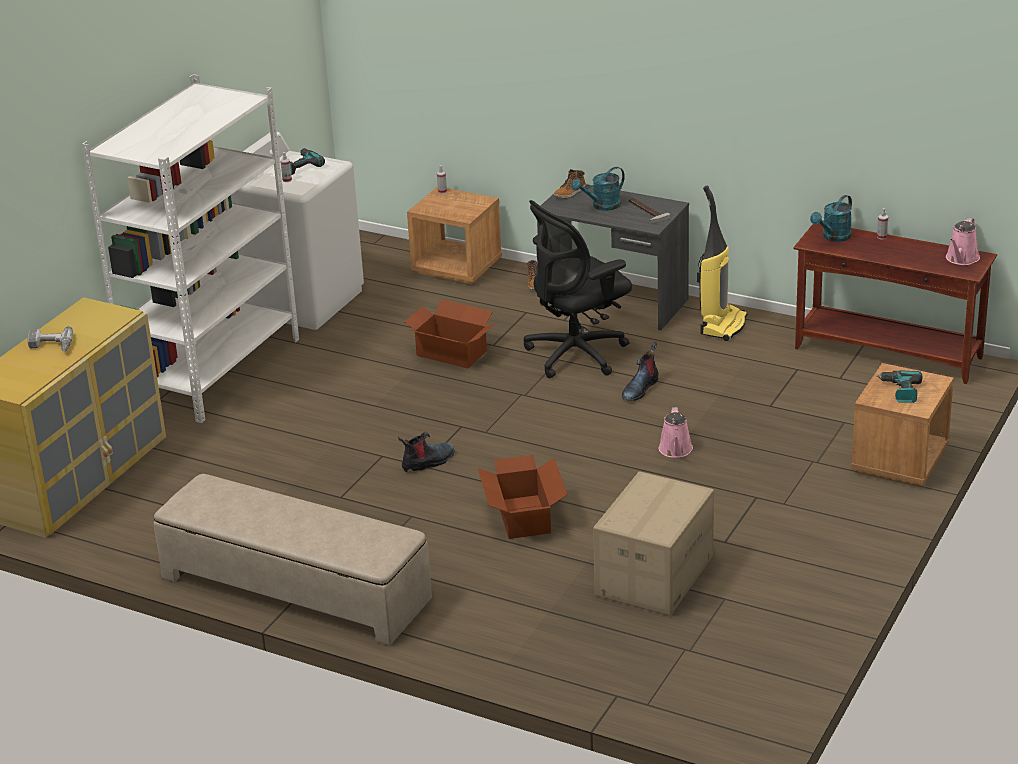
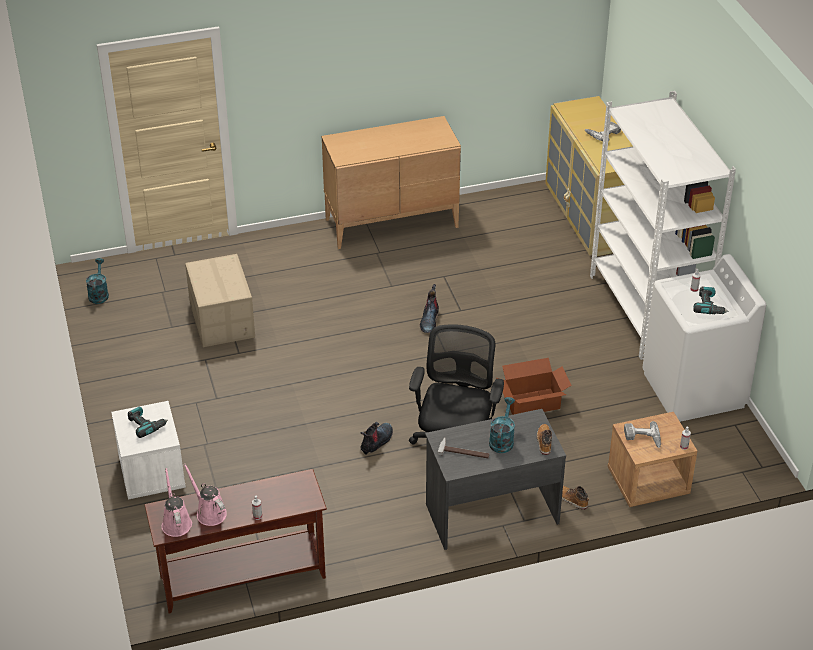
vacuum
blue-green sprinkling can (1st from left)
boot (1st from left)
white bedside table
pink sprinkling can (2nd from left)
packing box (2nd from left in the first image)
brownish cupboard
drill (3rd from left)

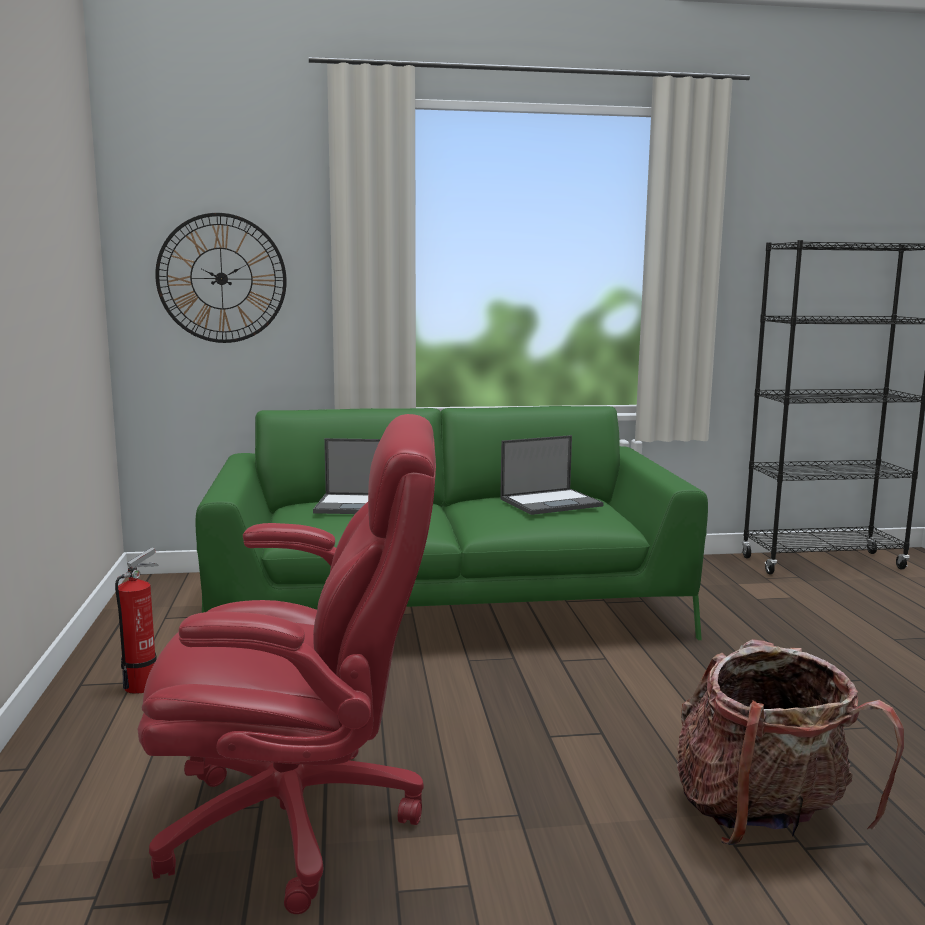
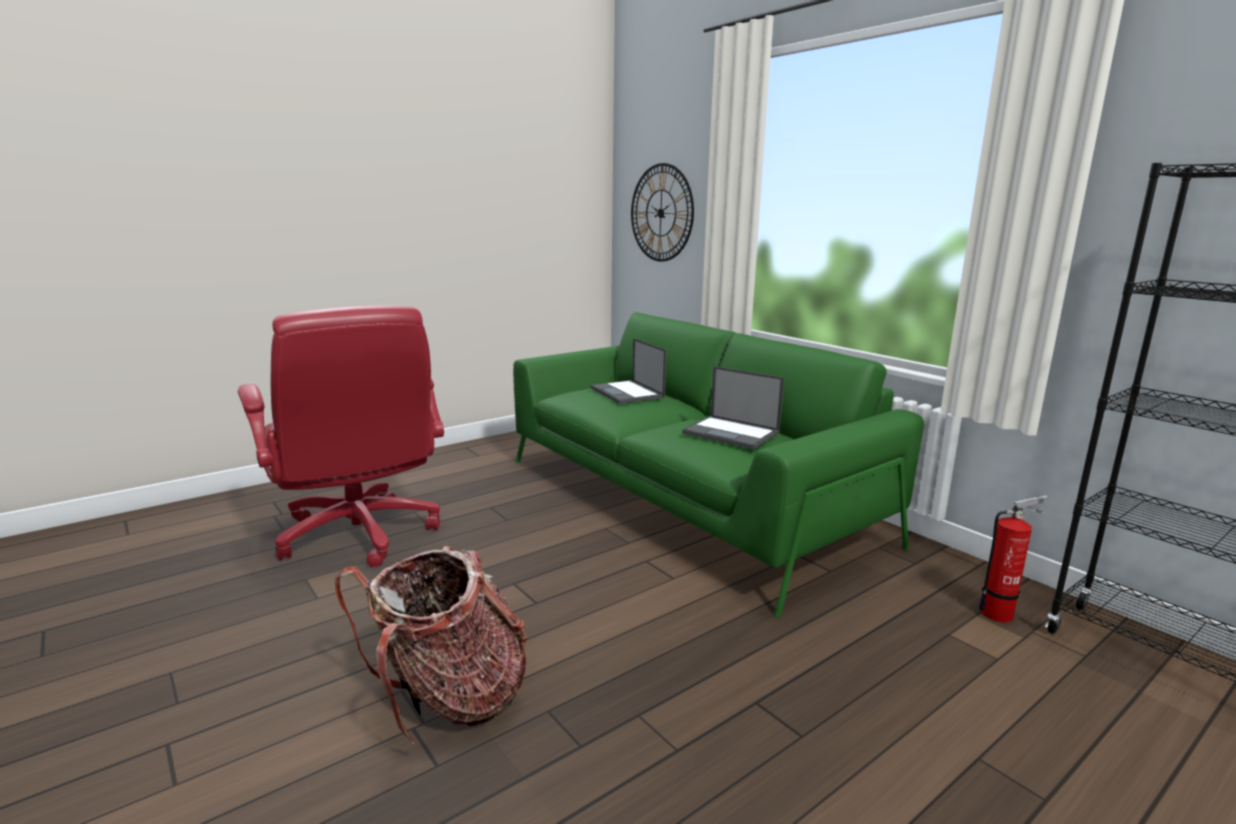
fire-fighting cylinder

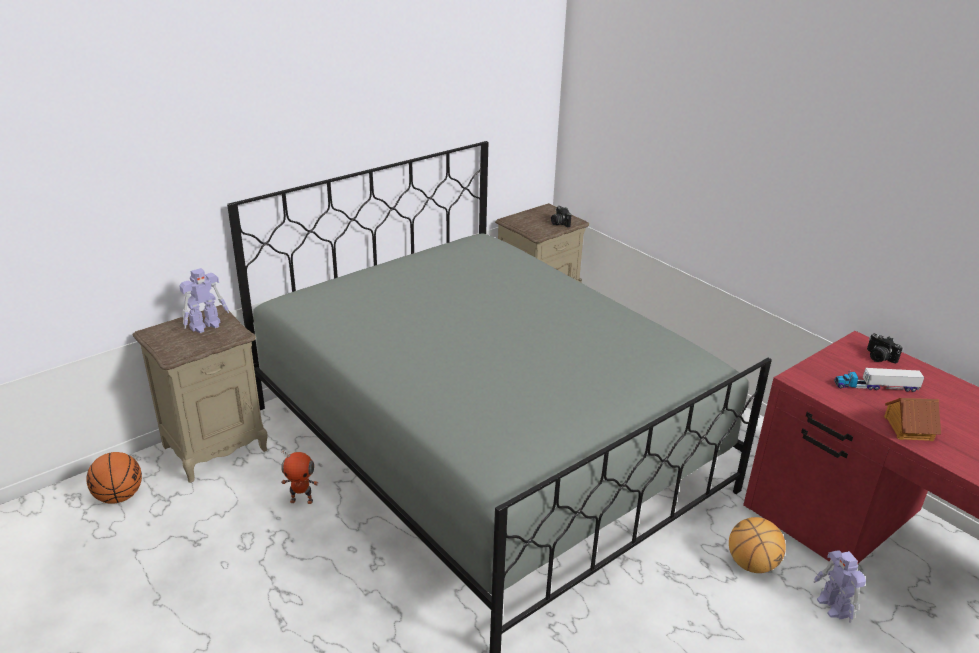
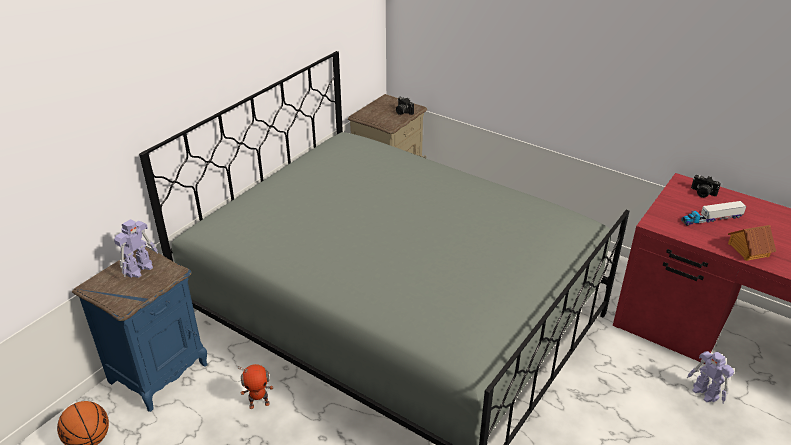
blue bedside table
basketball ball (2nd from left in the first image)

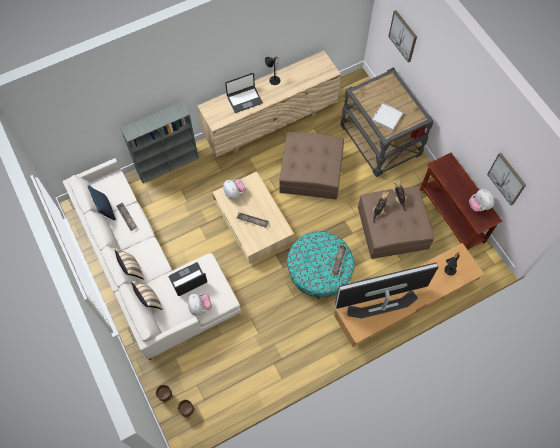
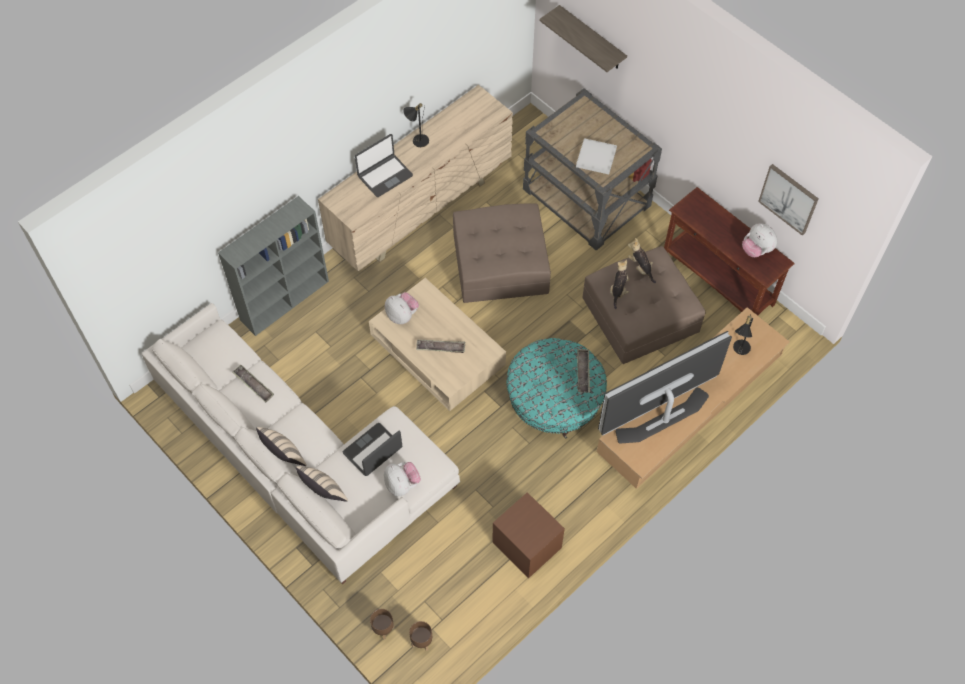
shelf
blue throw pillow
brownish bedside table

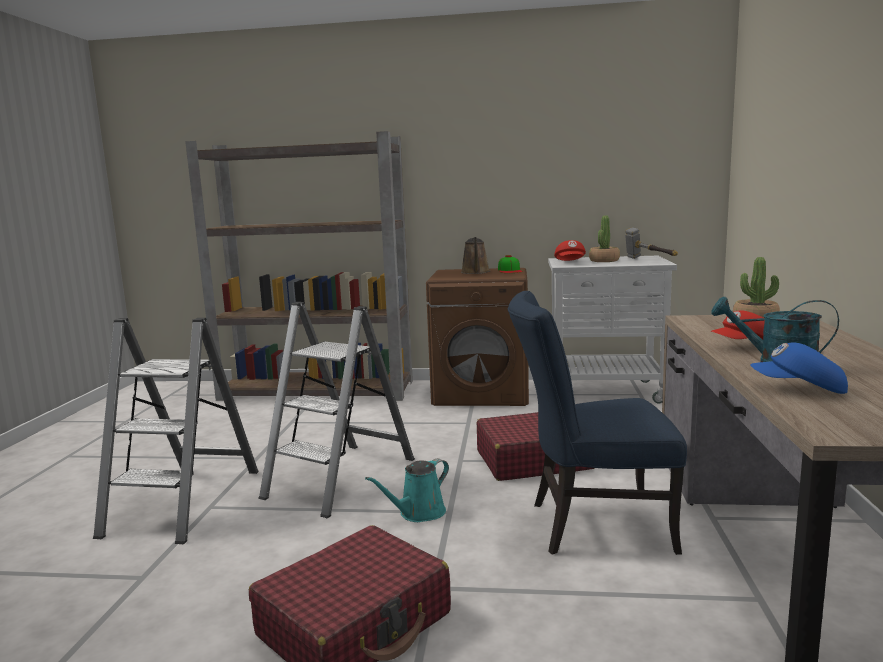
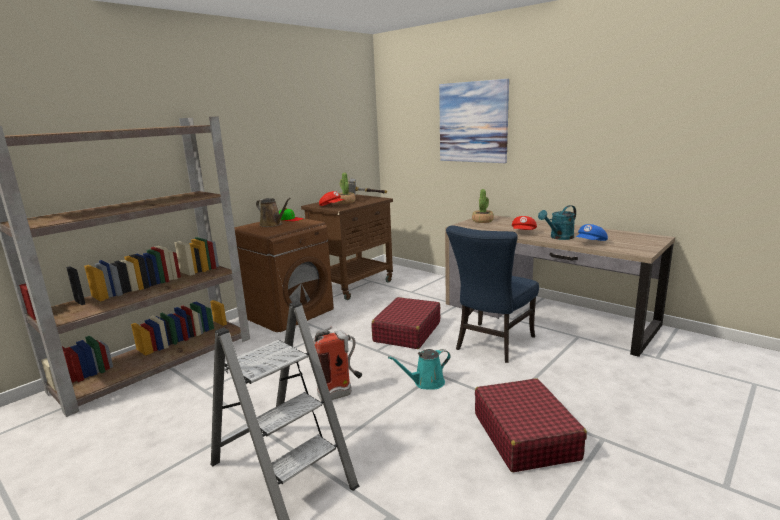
brownish trolley
fire-fighting cylinder
blue-green sprinkling can (1st from left)
wall art

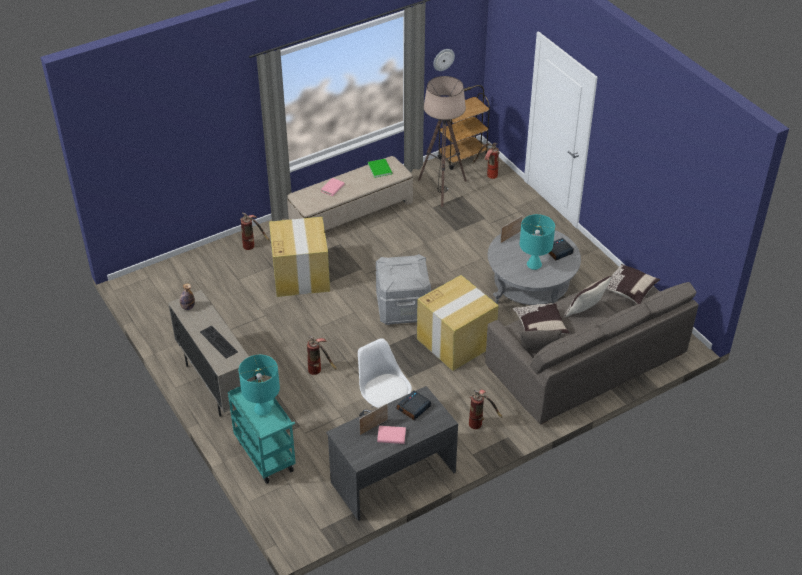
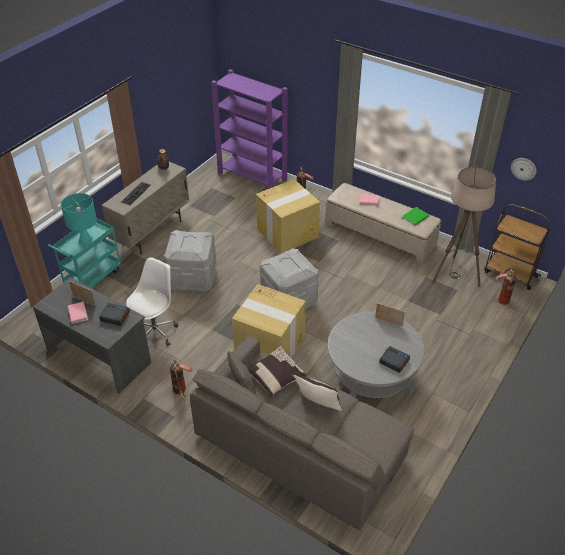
blue-green tabletop lamp (2nd from left in the first image)
throw pillow (3rd from left in the first image)
greyish storage box (1st from left)
purple shelving unit

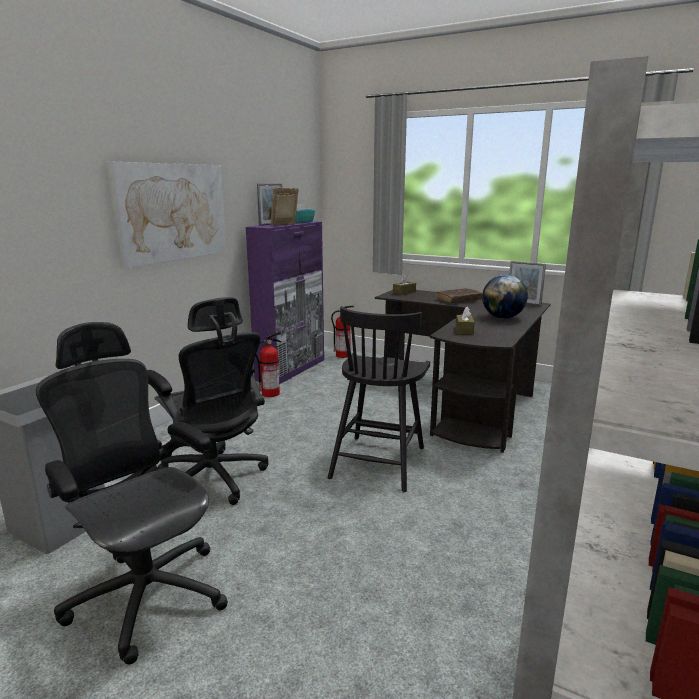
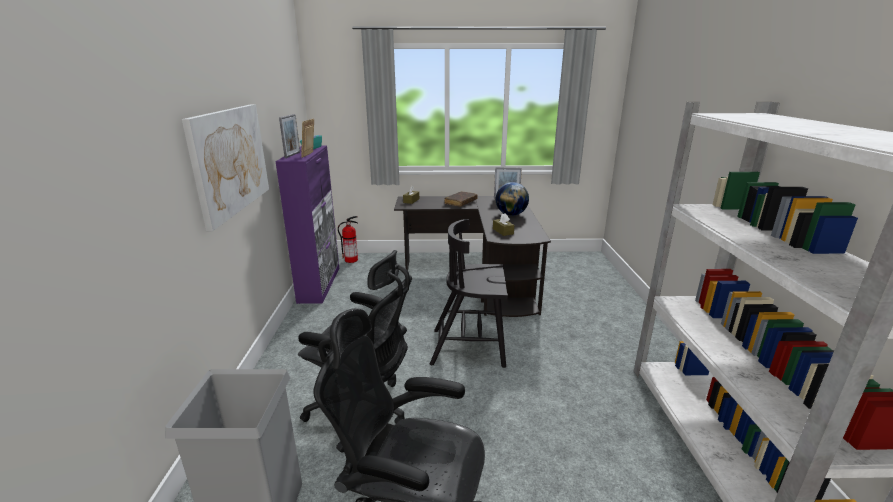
black chair
fire-fighting cylinder (1st from left in the first image)

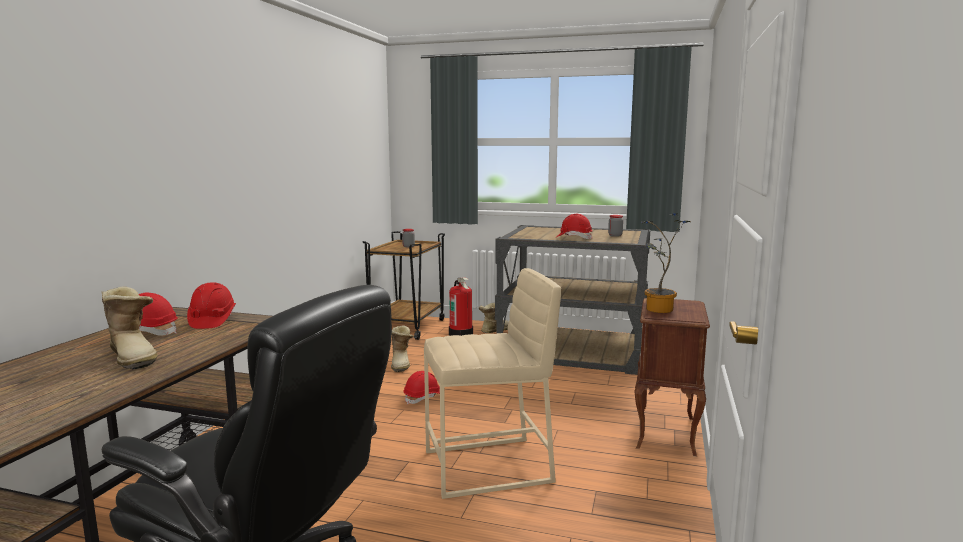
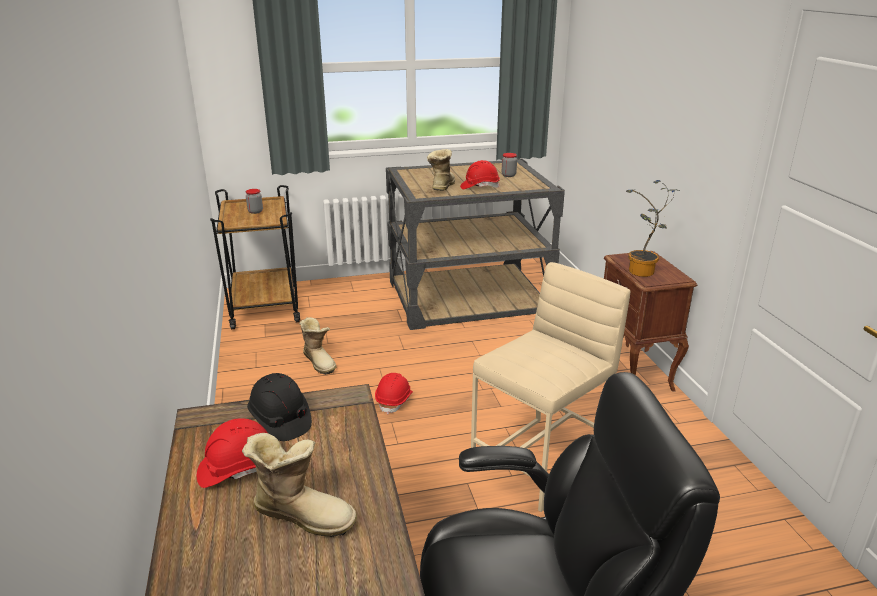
fire-fighting cylinder
black hard hat
boot (3rd from left)

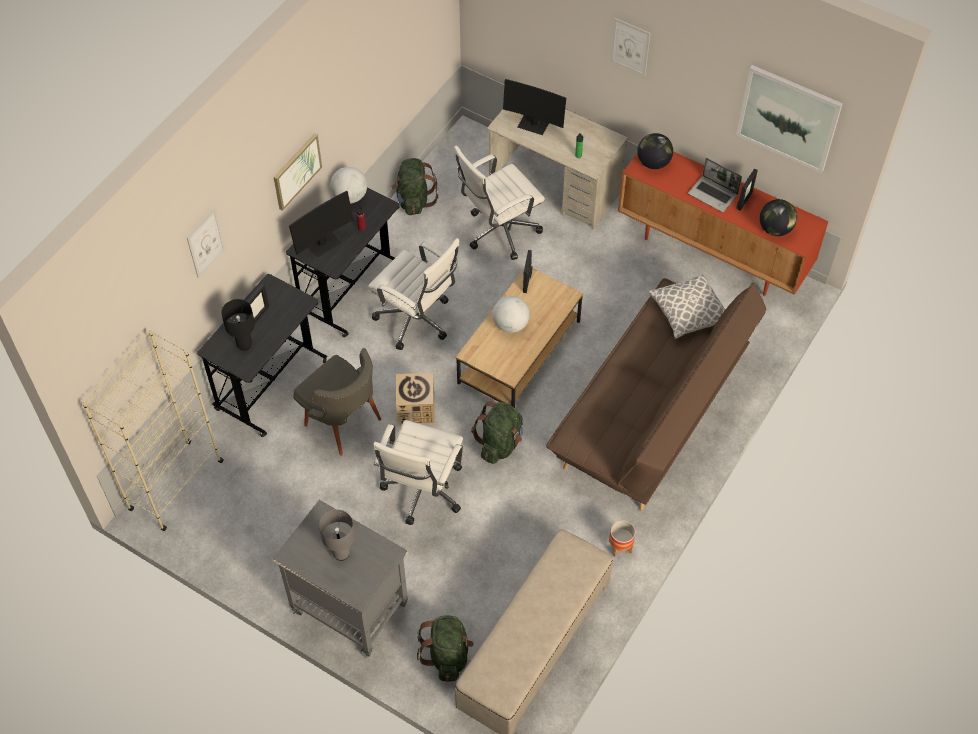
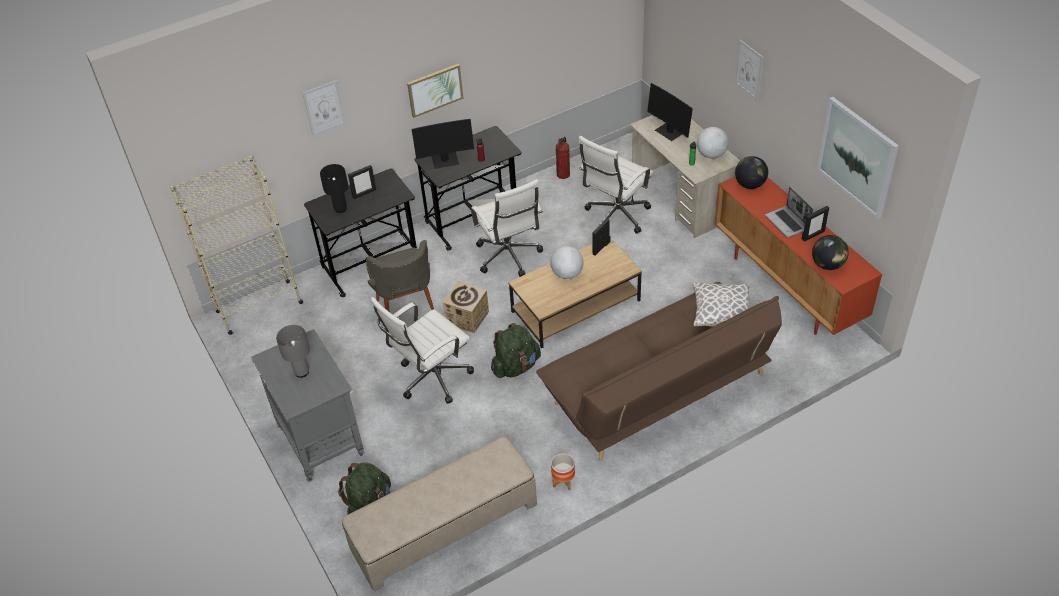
white computer chair (3rd from left)
fire-fighting cylinder
desk globe (2nd from left)

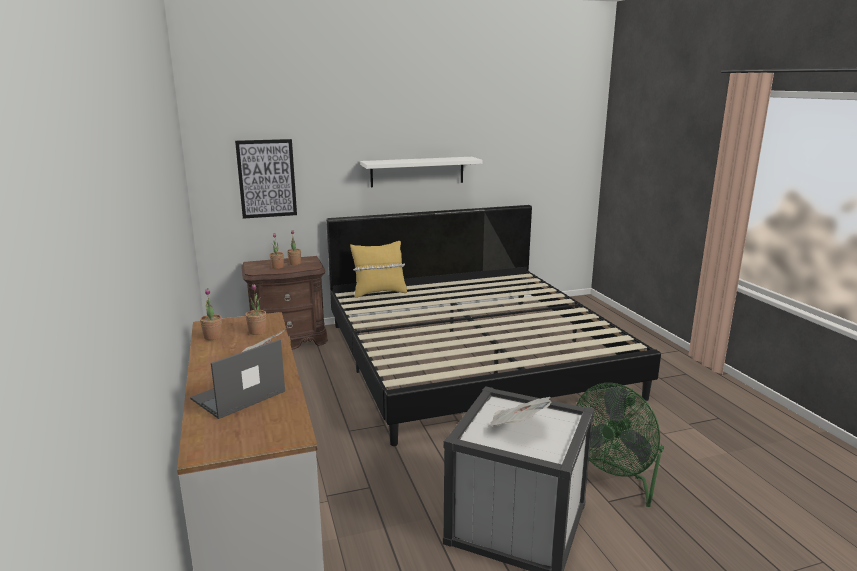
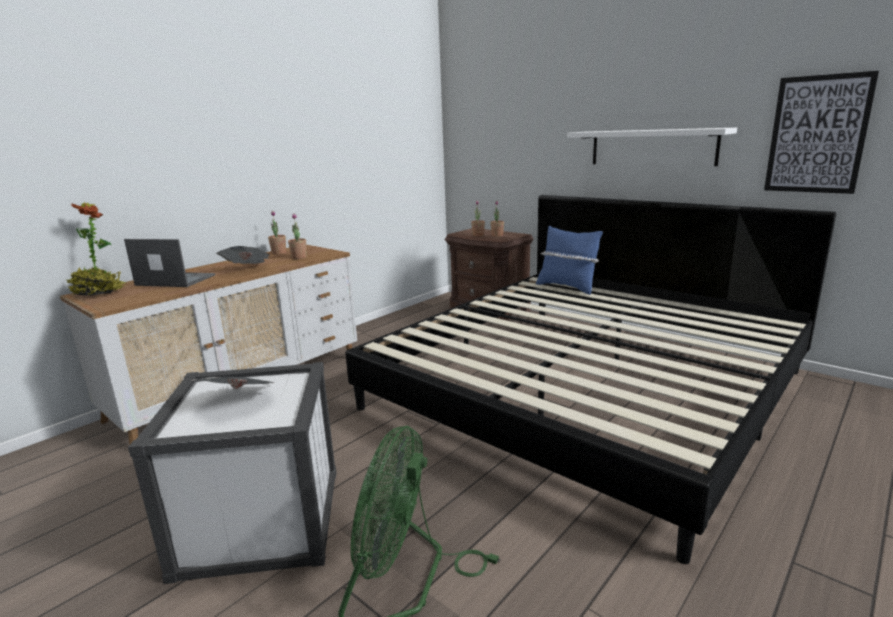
wall art
blue throw pillow
potted plant (1st from left)

